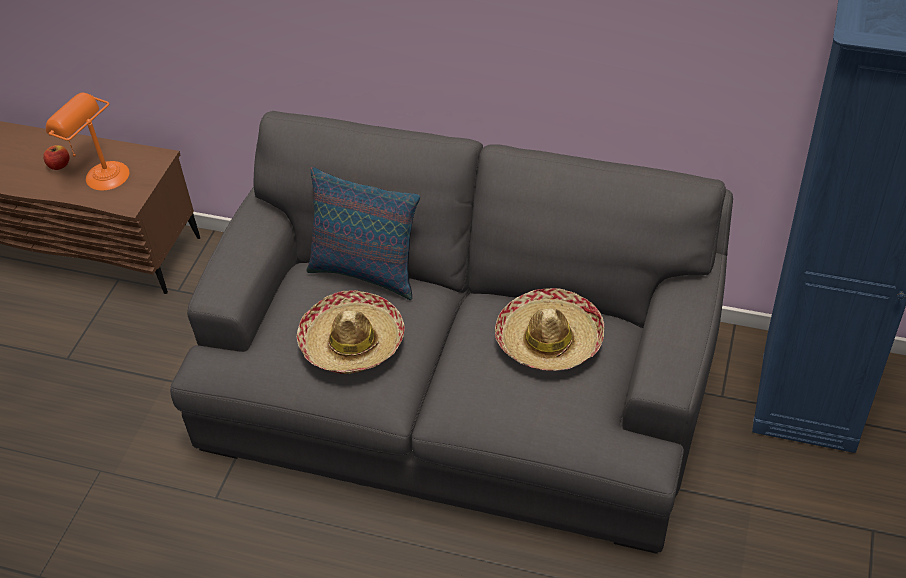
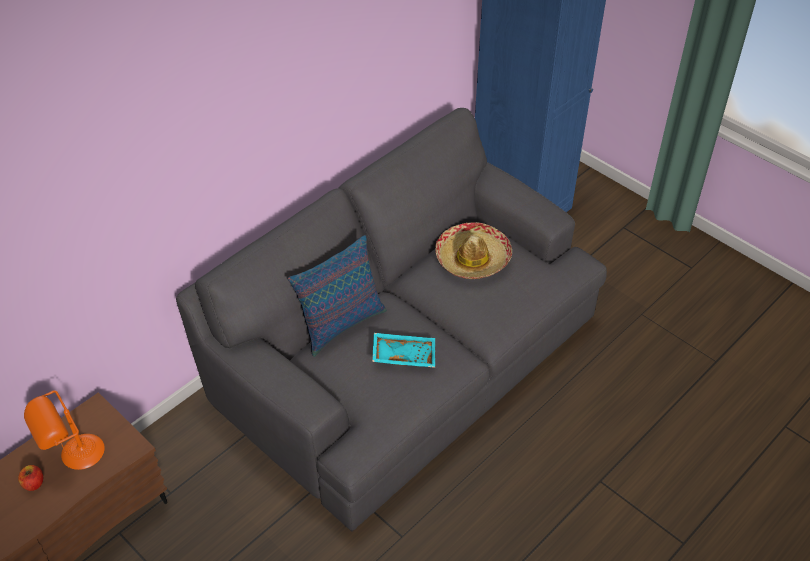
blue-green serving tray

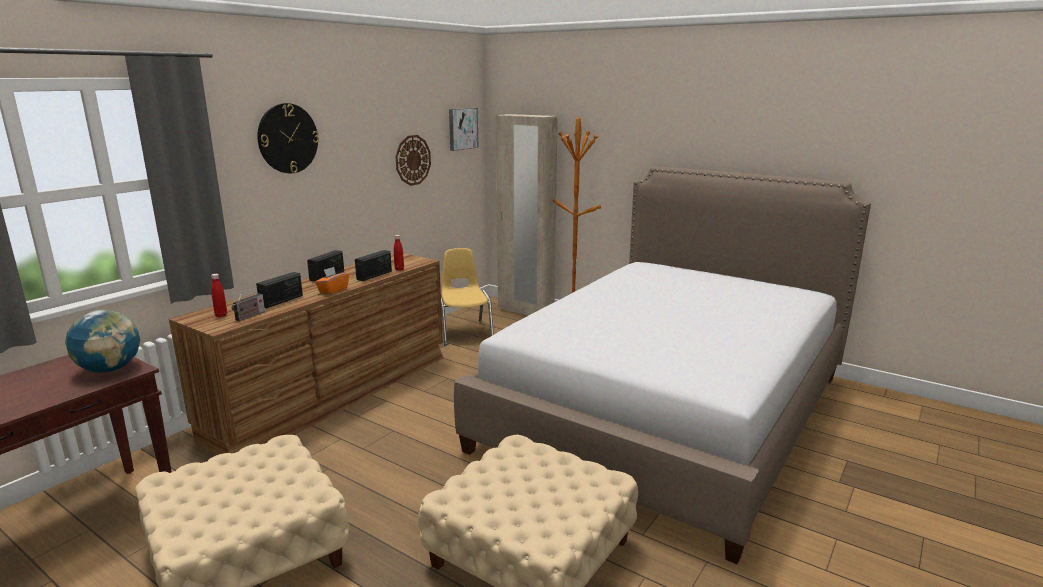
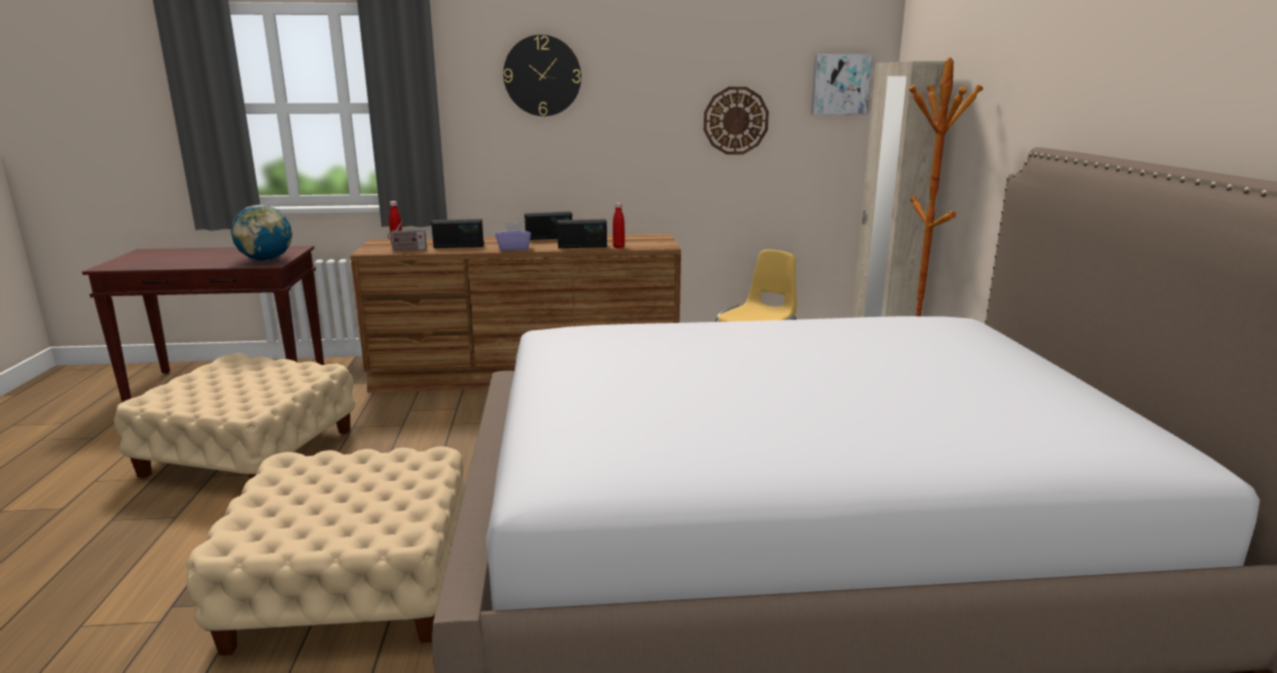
purple tissue box

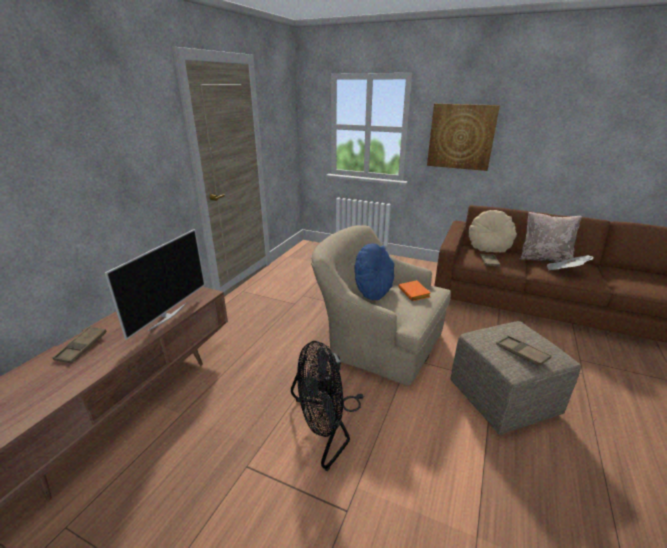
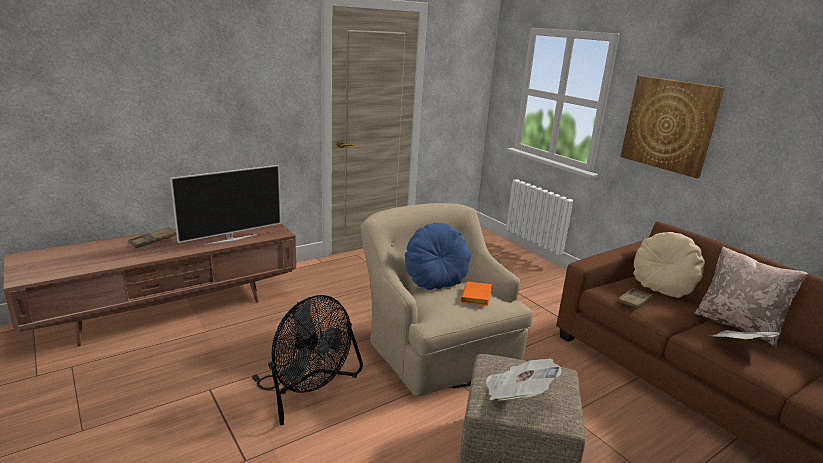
daily paper (1st from left)
black fan

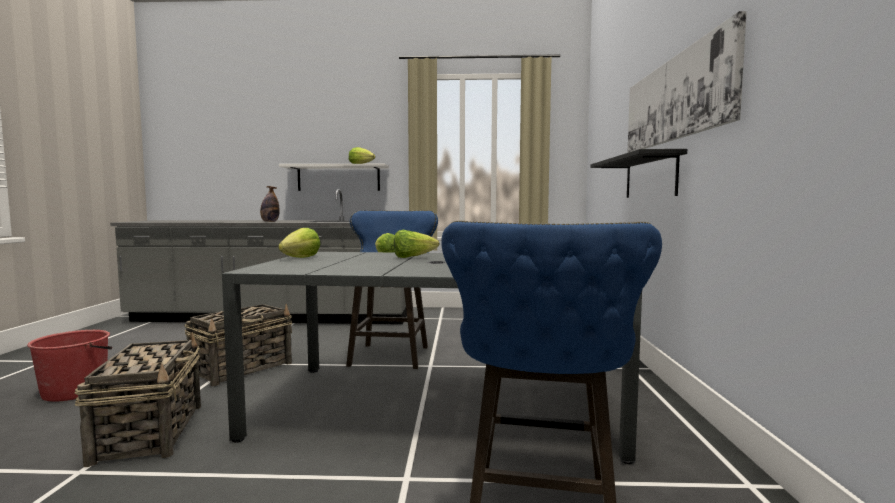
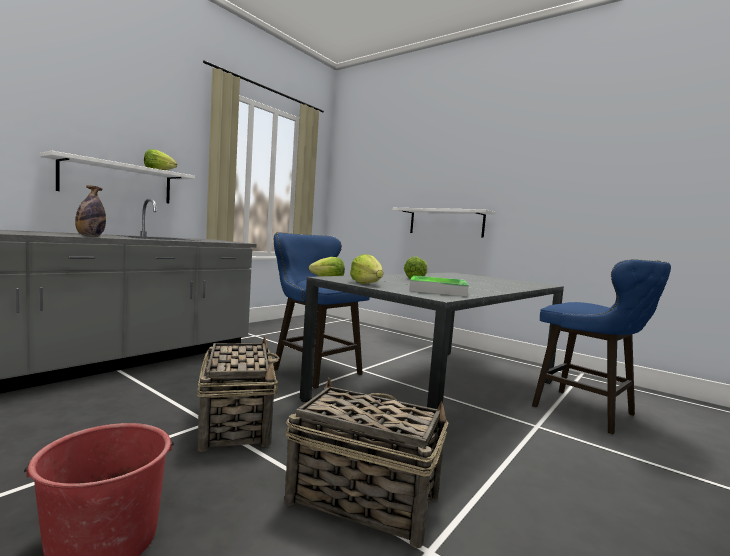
wall art
white shelf (2nd from left)
serving tray

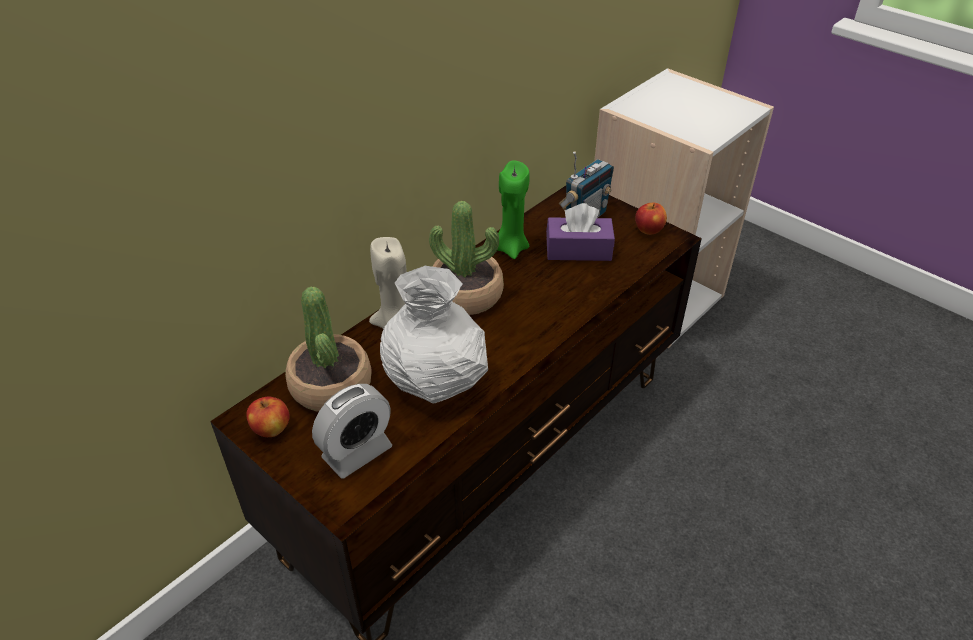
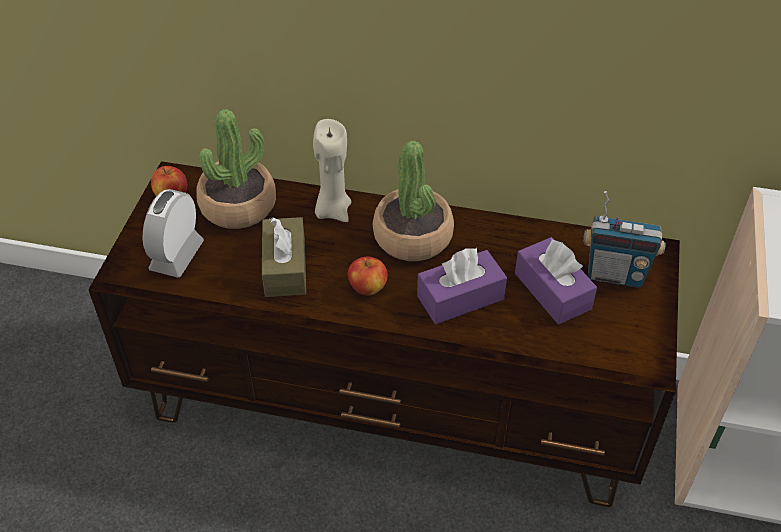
greenish wax light
apple fruit (2nd from left)
brownish tissue box
table clock
purple tissue box (1st from left)

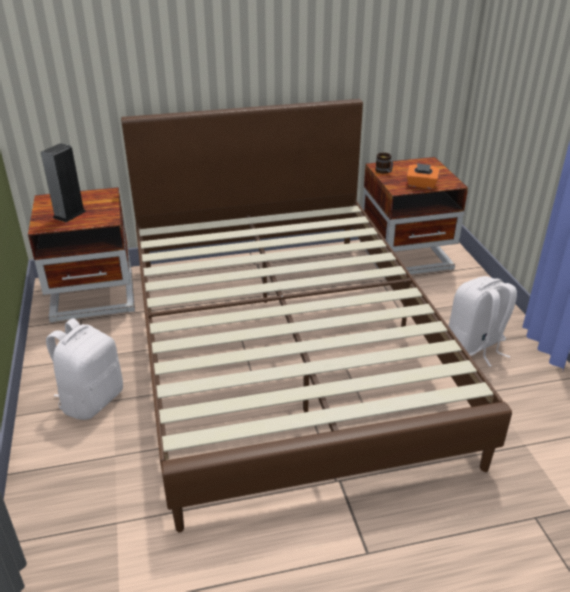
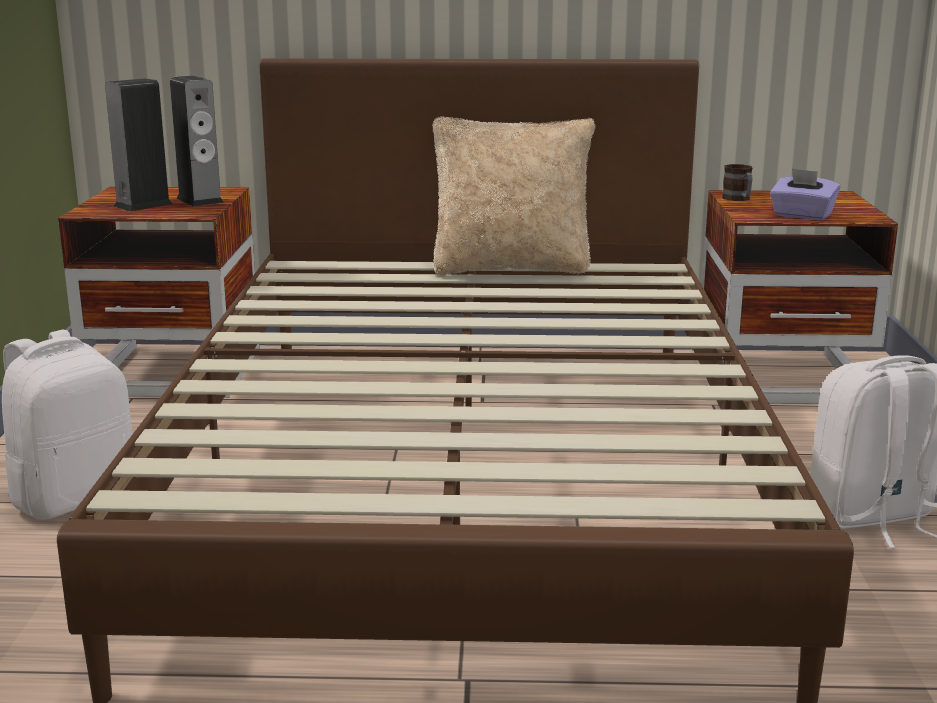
purple tissue box
audio speaker (2nd from left)
beige throw pillow

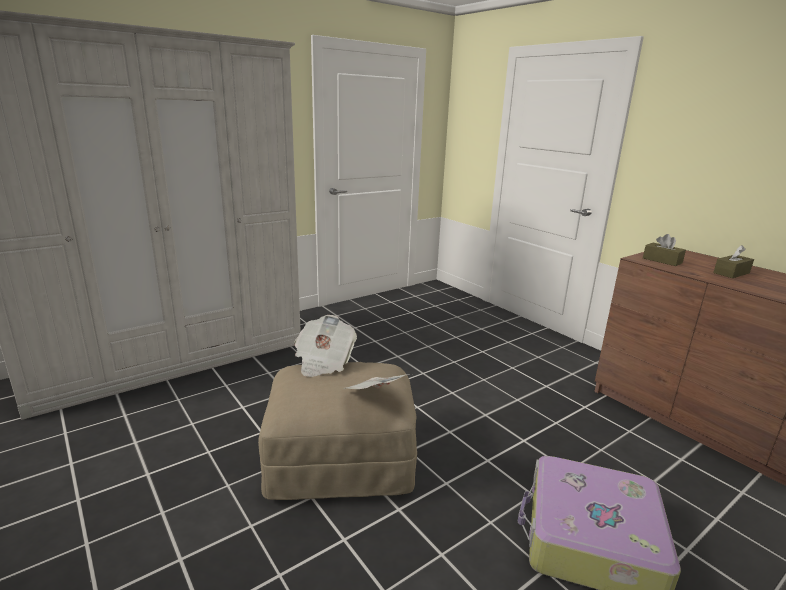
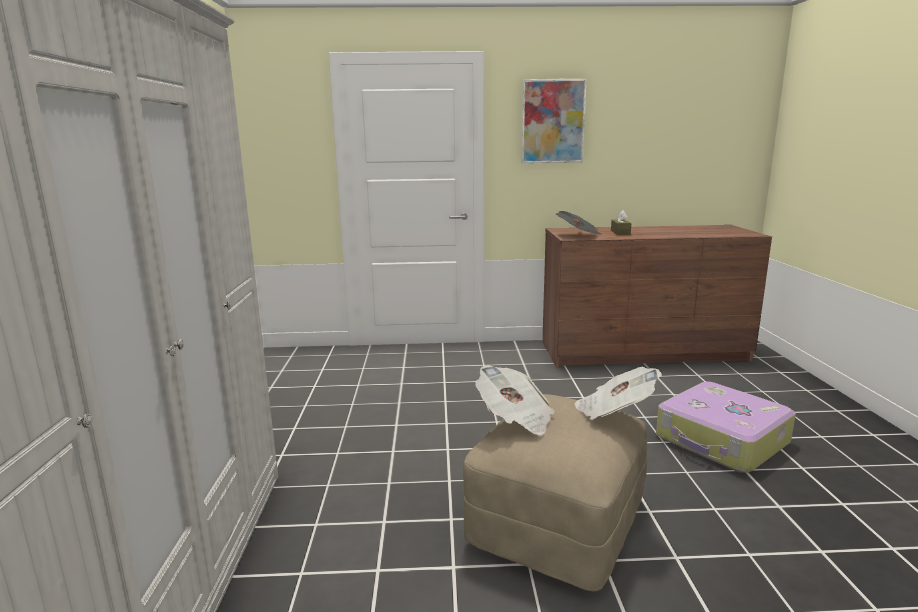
daily paper (2nd from left)
wall art

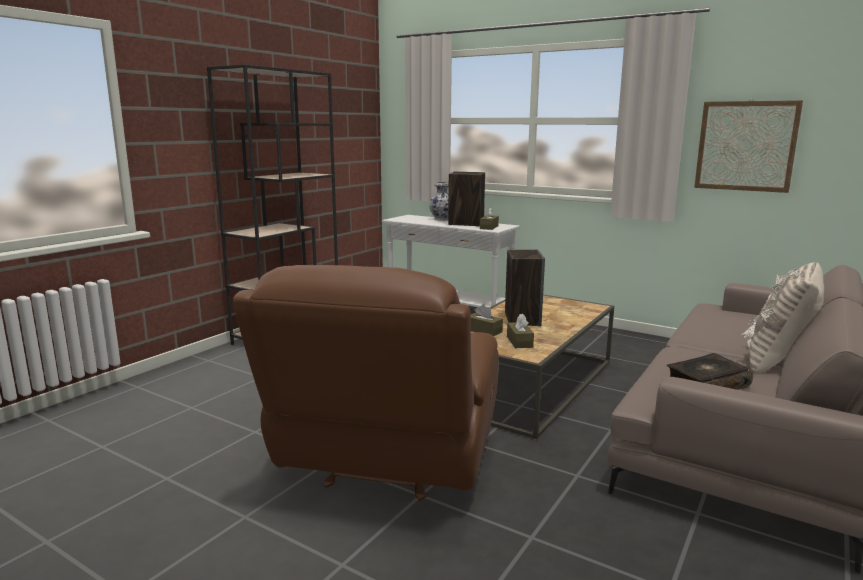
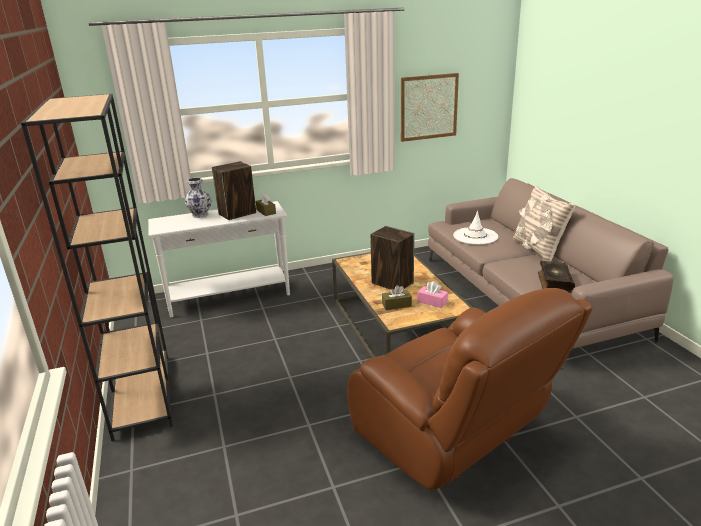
pink tissue box
white wearable hat

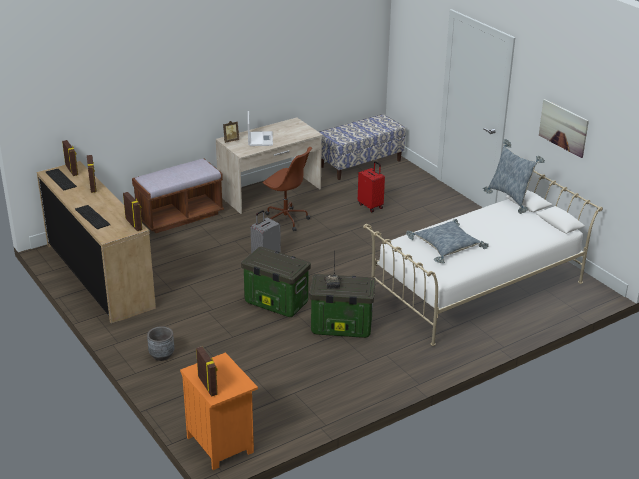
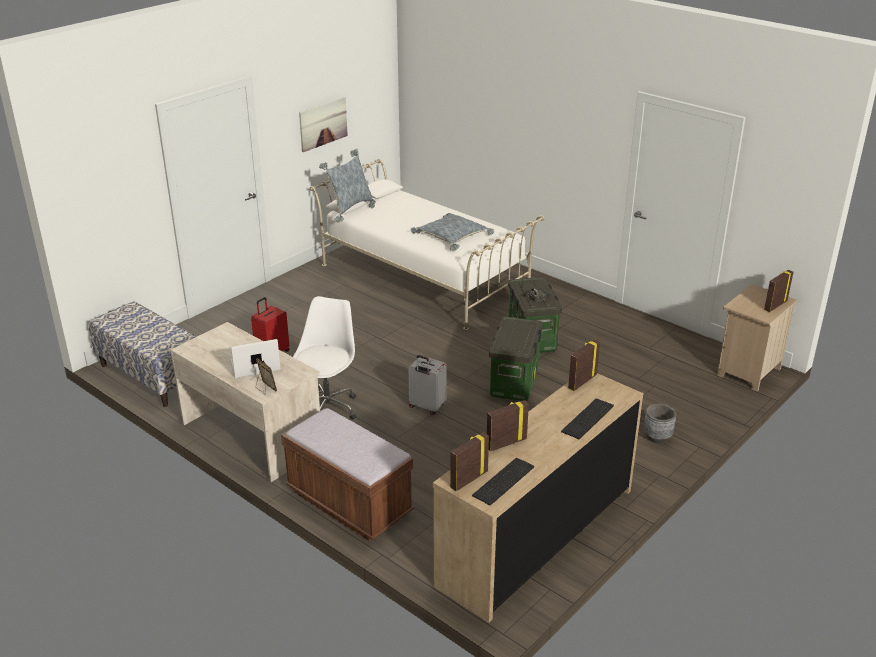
white computer chair
beige bedside table

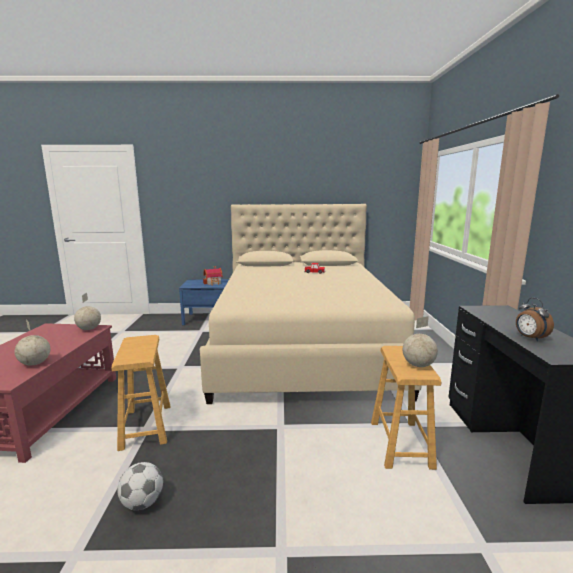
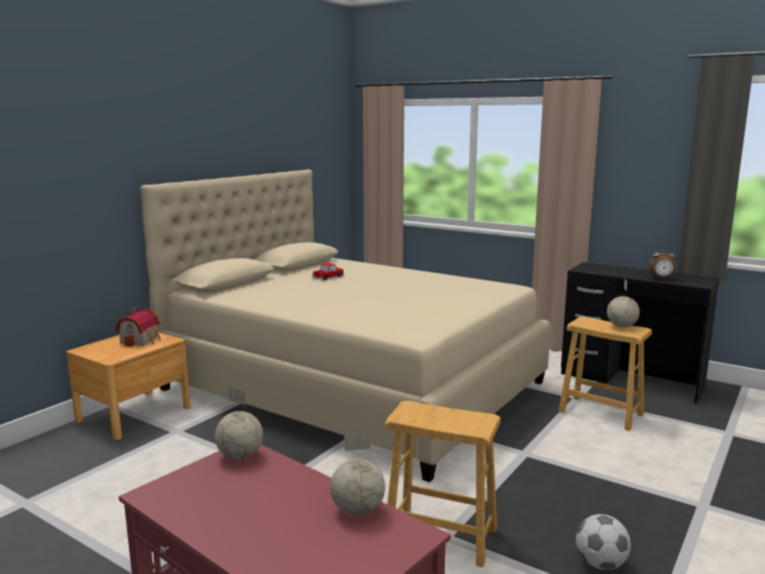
brownish bedside table

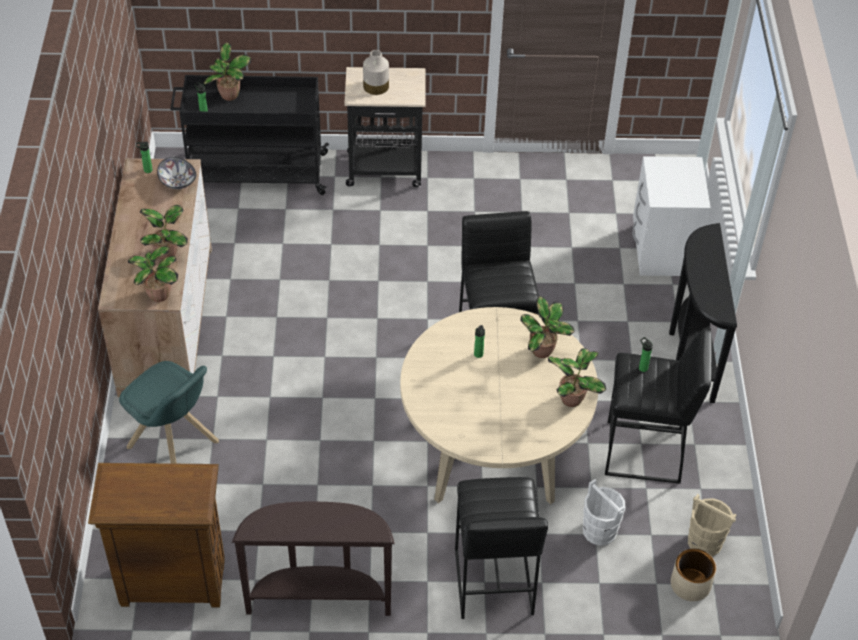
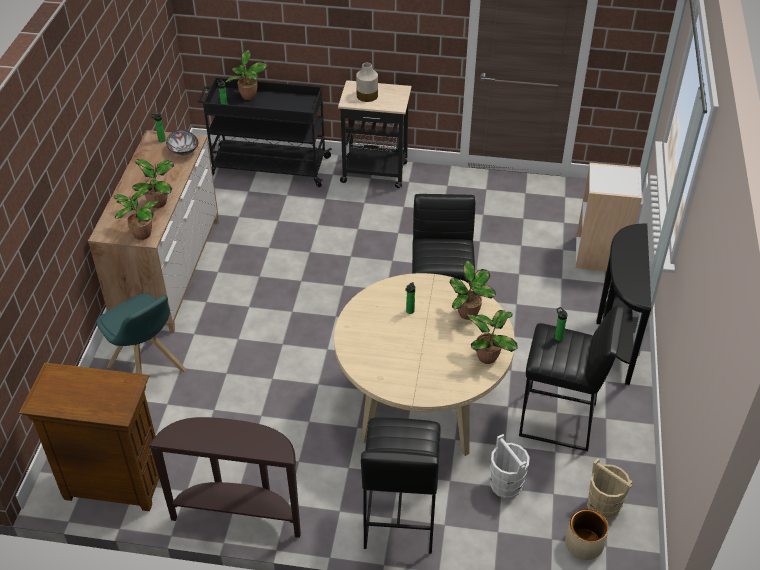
shelving unit

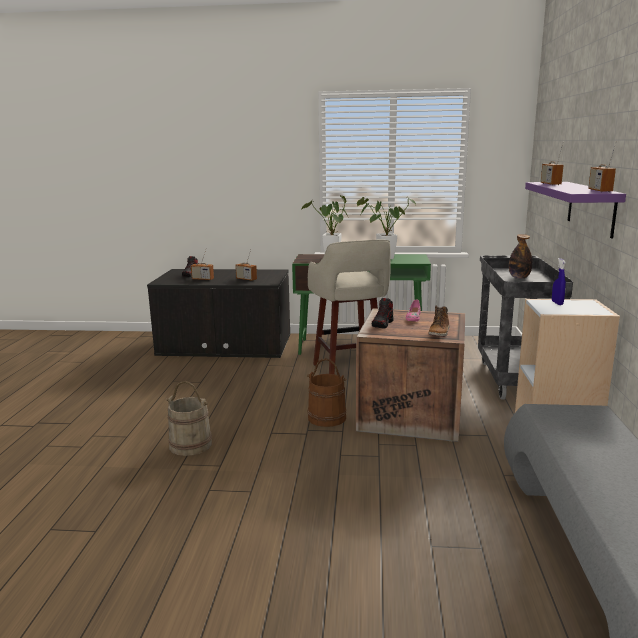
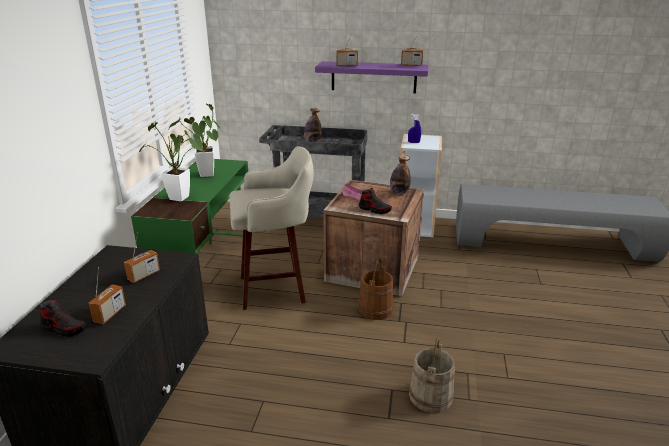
drink bottle (2nd from left)

